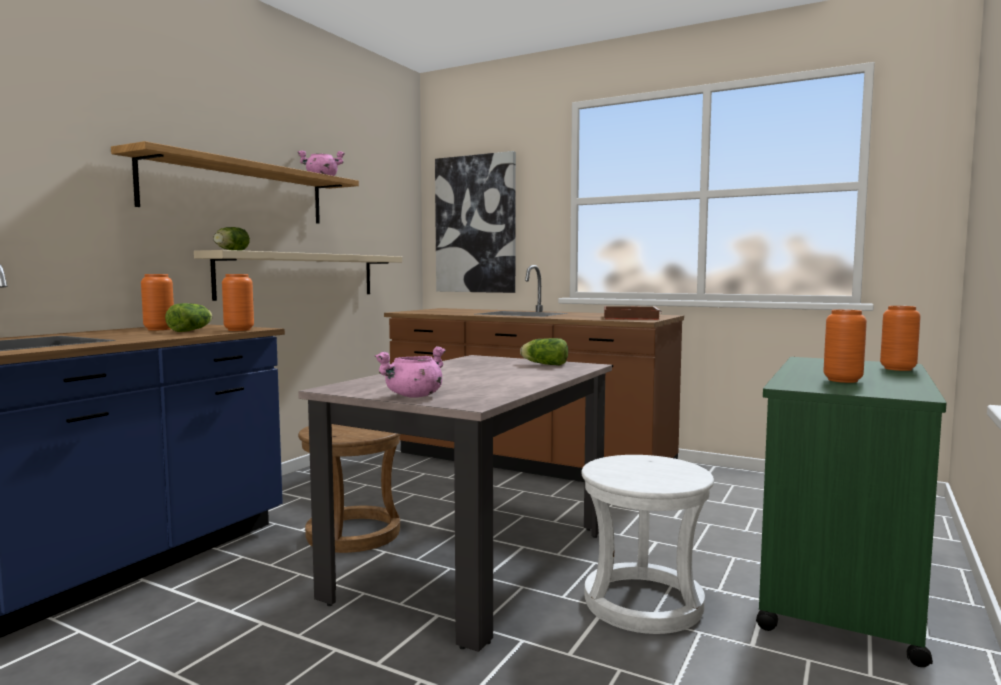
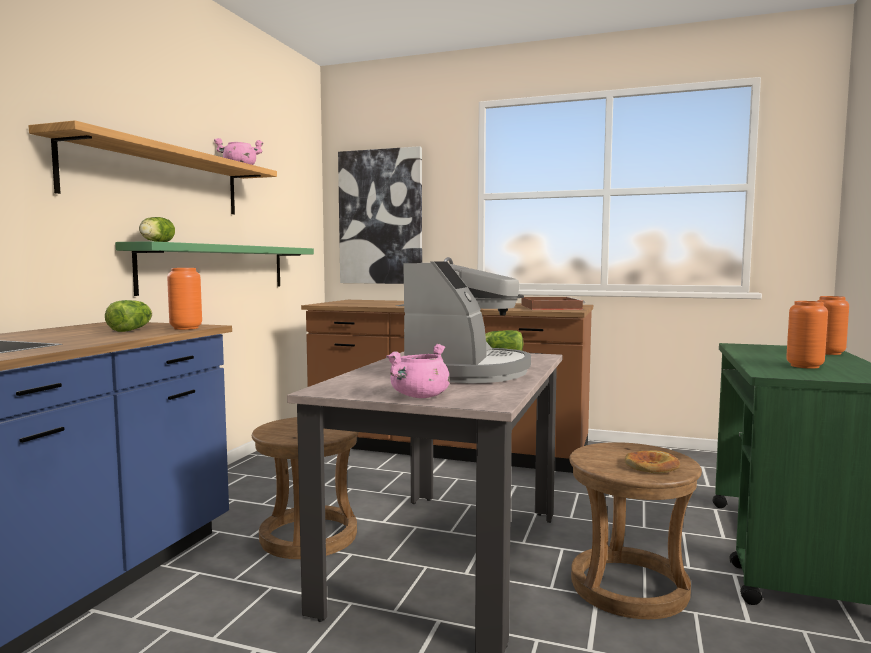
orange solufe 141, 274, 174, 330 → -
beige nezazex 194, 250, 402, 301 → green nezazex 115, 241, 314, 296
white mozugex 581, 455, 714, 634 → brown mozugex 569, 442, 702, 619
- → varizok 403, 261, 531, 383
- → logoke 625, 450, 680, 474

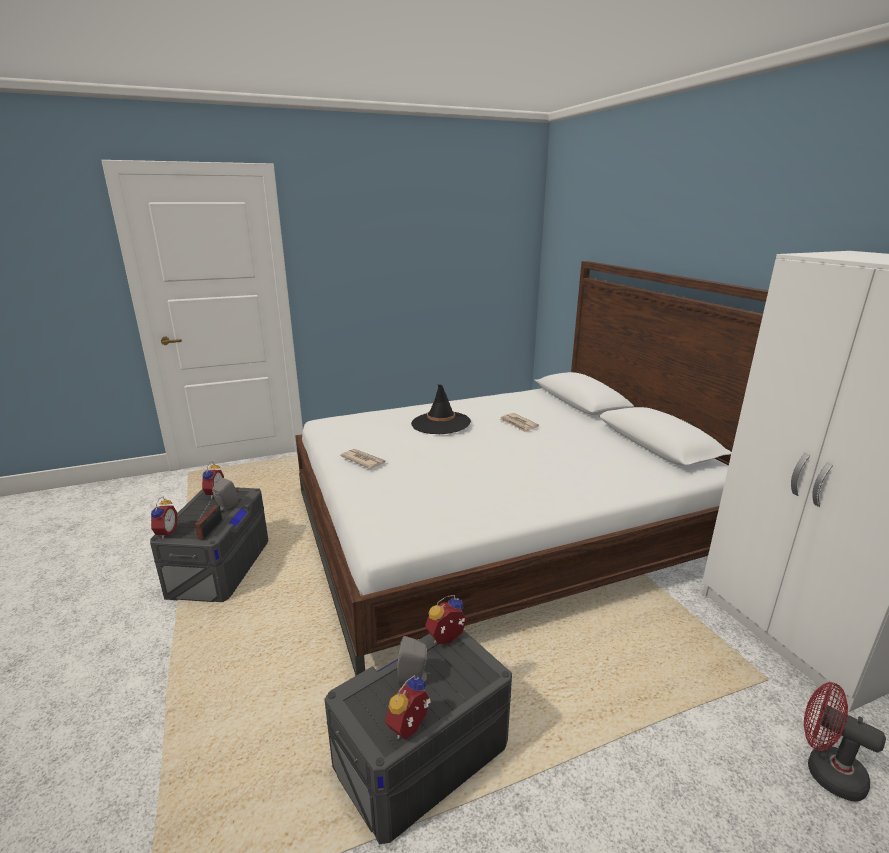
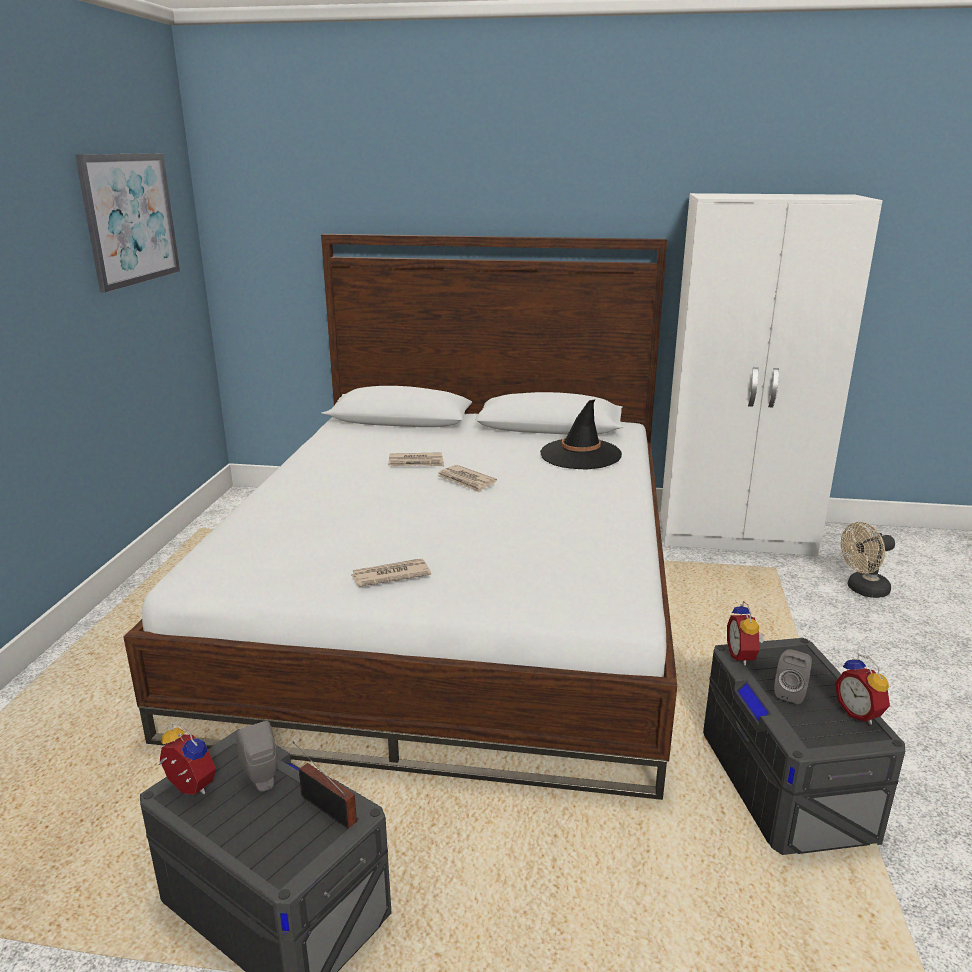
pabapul 151, 496, 177, 539 → -
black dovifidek 411, 384, 471, 434 → black dovifidek 540, 399, 622, 470, relocated
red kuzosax 804, 682, 886, 801 → beige kuzosax 841, 522, 895, 598
- → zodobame 75, 153, 180, 293
- → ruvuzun 438, 465, 497, 492

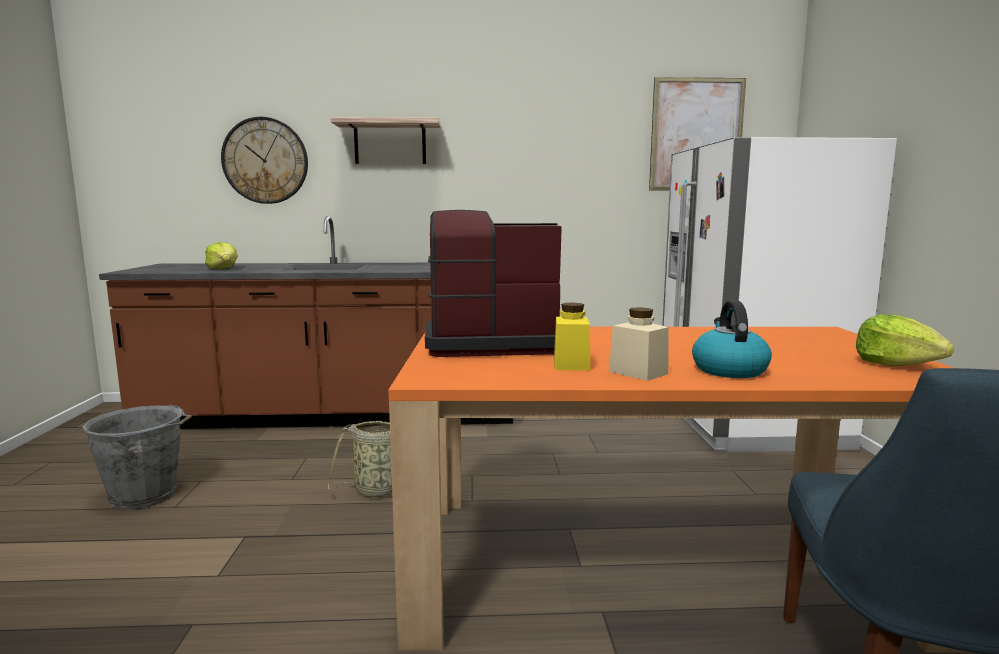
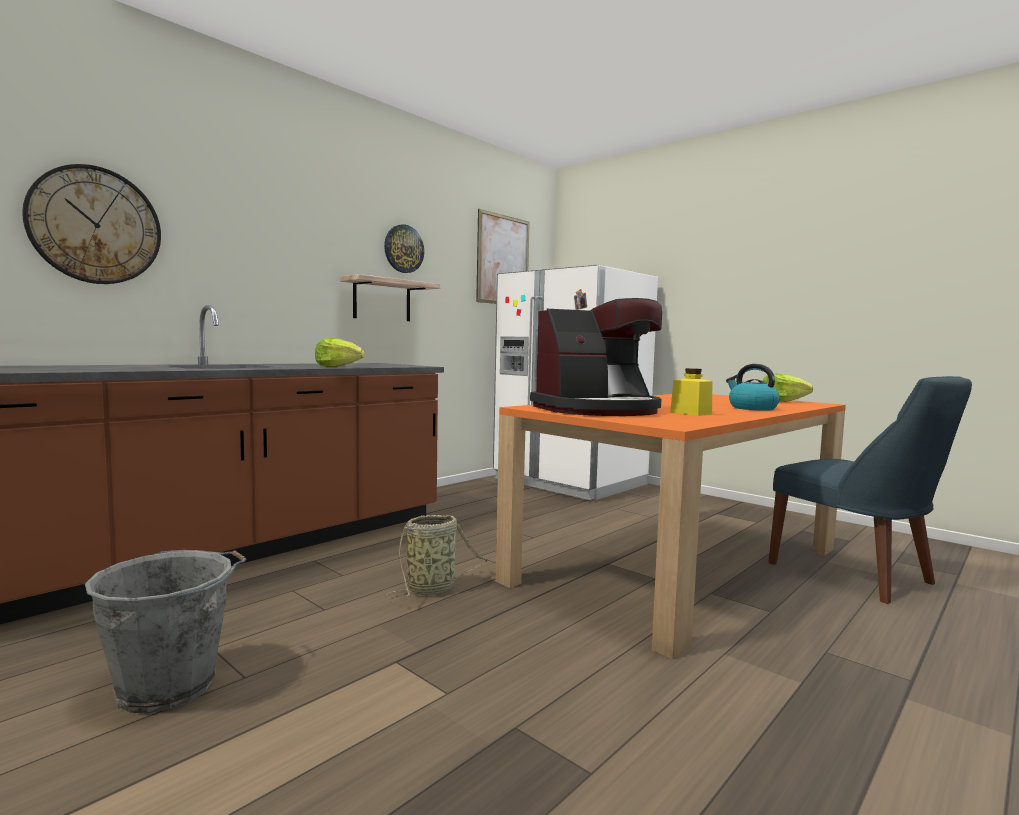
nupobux 205, 242, 238, 269 → nupobux 315, 338, 365, 367, relocated
nezazex 331, 117, 440, 164 → nezazex 340, 274, 441, 321, relocated
varizok 425, 210, 562, 357 → varizok 530, 298, 662, 416, 150 degrees counterclockwise
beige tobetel 609, 307, 668, 381 → -
- → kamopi 384, 224, 424, 273

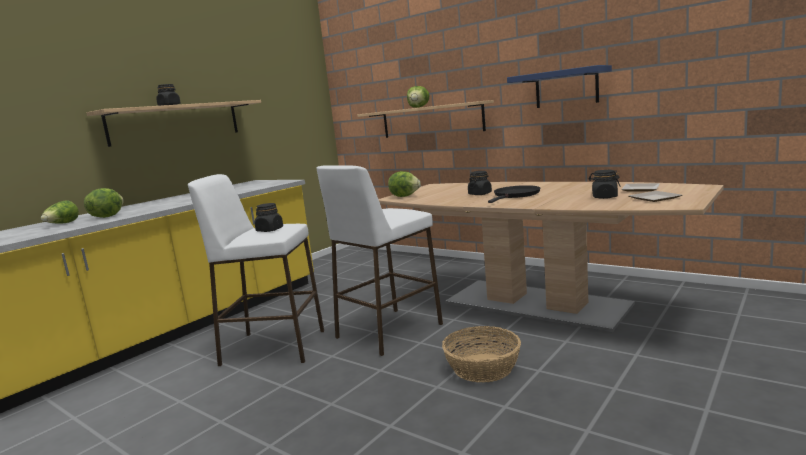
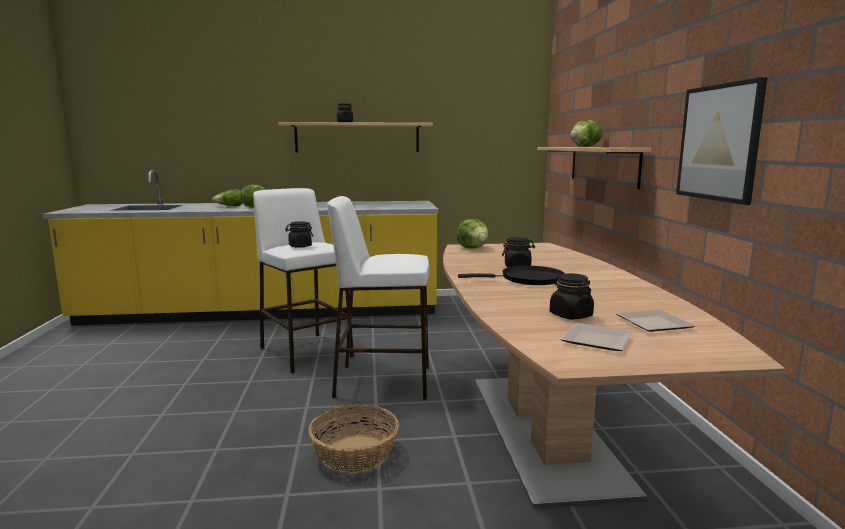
blue nezazex 507, 65, 612, 108 → zodobame 676, 77, 767, 205

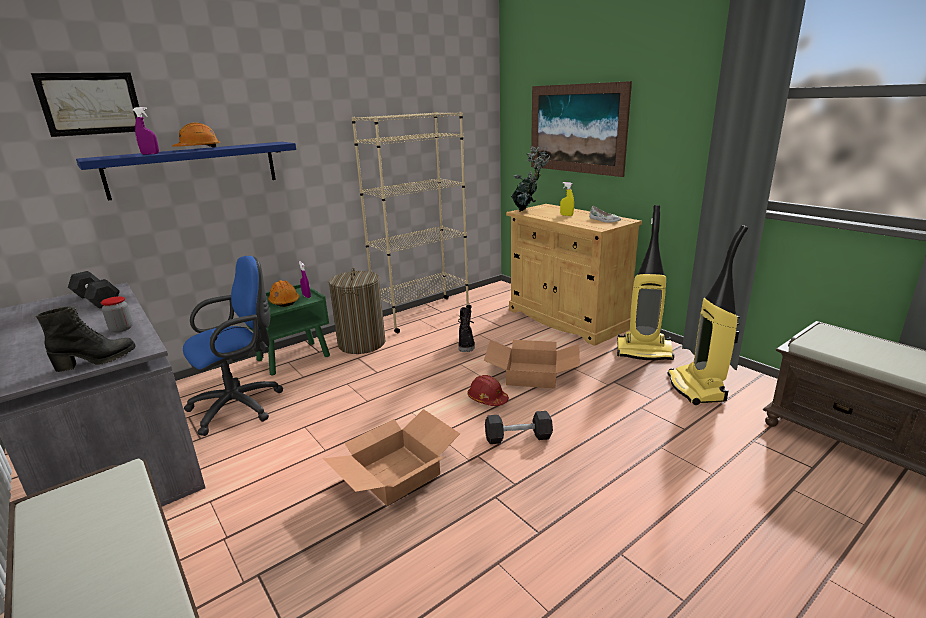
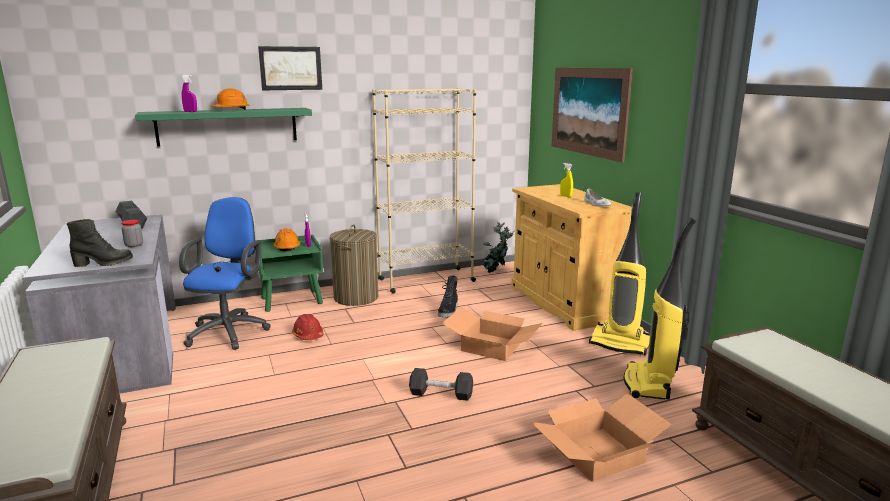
zodobame 31, 73, 139, 137 → zodobame 258, 46, 322, 90, relocated
blue nezazex 76, 142, 296, 201 → green nezazex 135, 108, 312, 147
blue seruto 183, 256, 283, 436 → blue seruto 179, 197, 270, 350, 60 degrees counterclockwise
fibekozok 323, 409, 460, 506 → fibekozok 531, 394, 672, 482, relocated
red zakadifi 467, 375, 509, 406 → red zakadifi 292, 314, 324, 340, relocated
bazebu 511, 146, 550, 212 → bazebu 482, 221, 515, 273, relocated

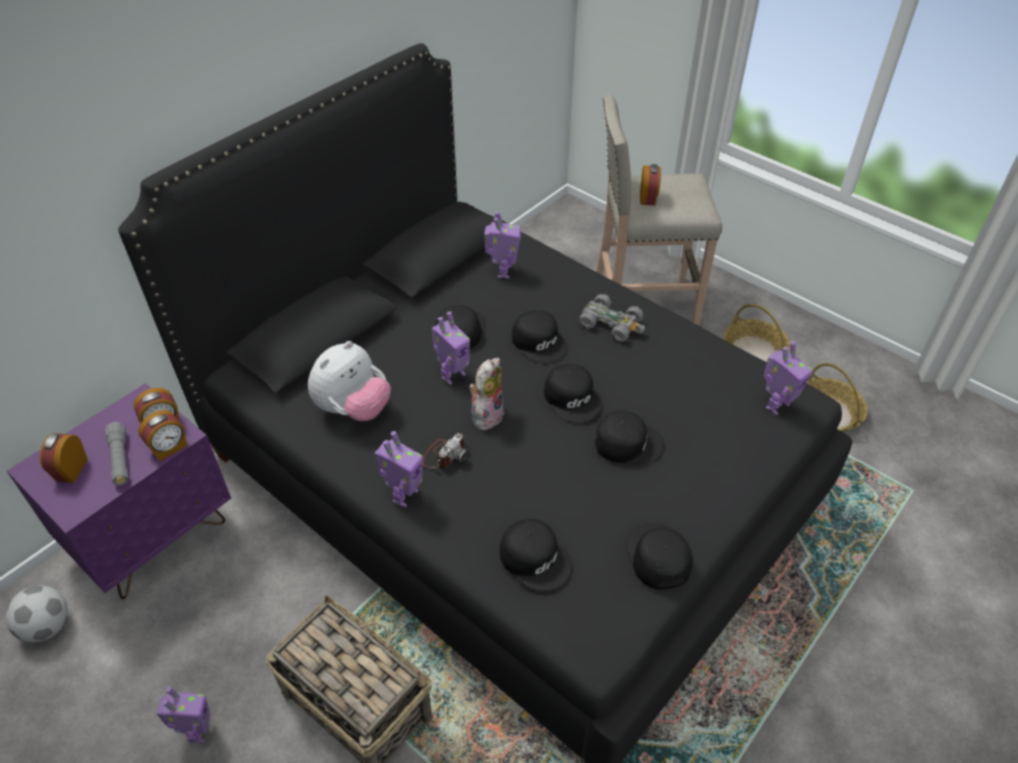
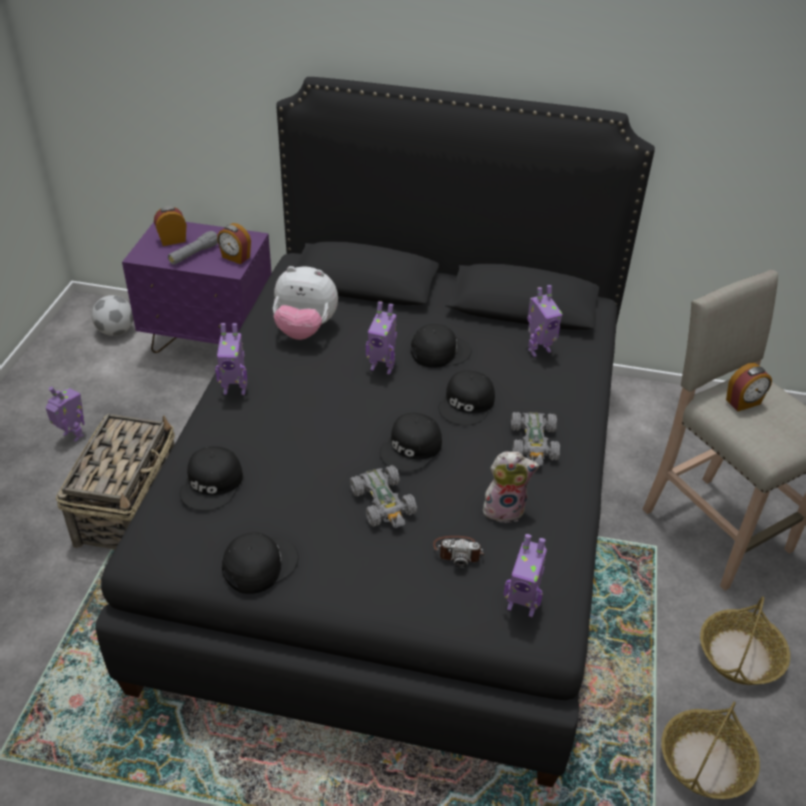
pabapul 138, 410, 187, 461 → -
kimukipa 156, 686, 211, 743 → kimukipa 46, 387, 85, 442, 120 degrees counterclockwise
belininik 423, 433, 468, 468 → belininik 433, 536, 484, 568, relocated
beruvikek 469, 358, 504, 431 → beruvikek 483, 452, 539, 523, relocated
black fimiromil 595, 410, 664, 465 → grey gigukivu 350, 465, 417, 528

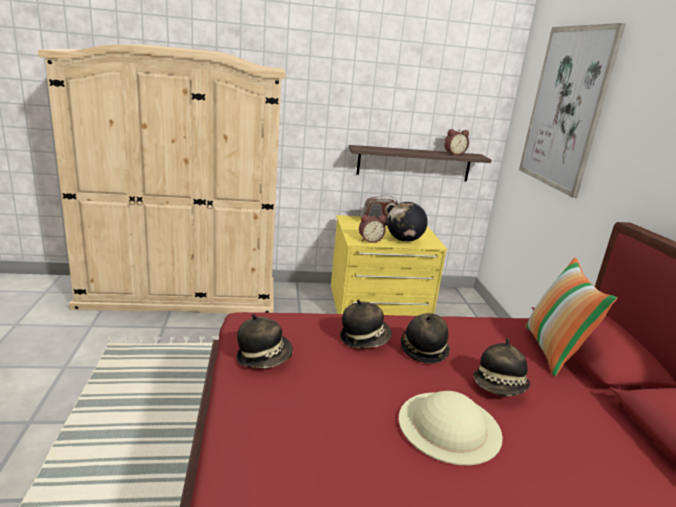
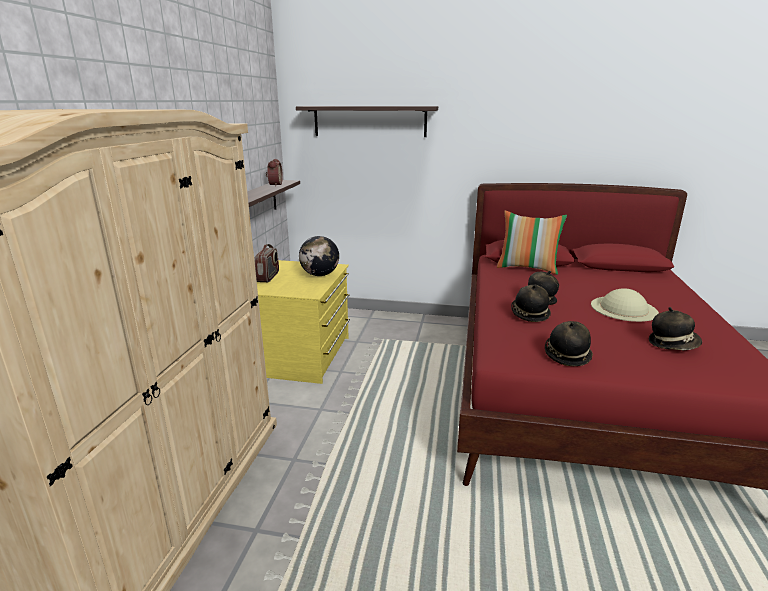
pabapul 359, 215, 386, 243 → -
dovifidek 473, 338, 531, 396 → dovifidek 649, 307, 702, 350, relocated
zodobame 519, 23, 626, 198 → nezazex 296, 106, 438, 137

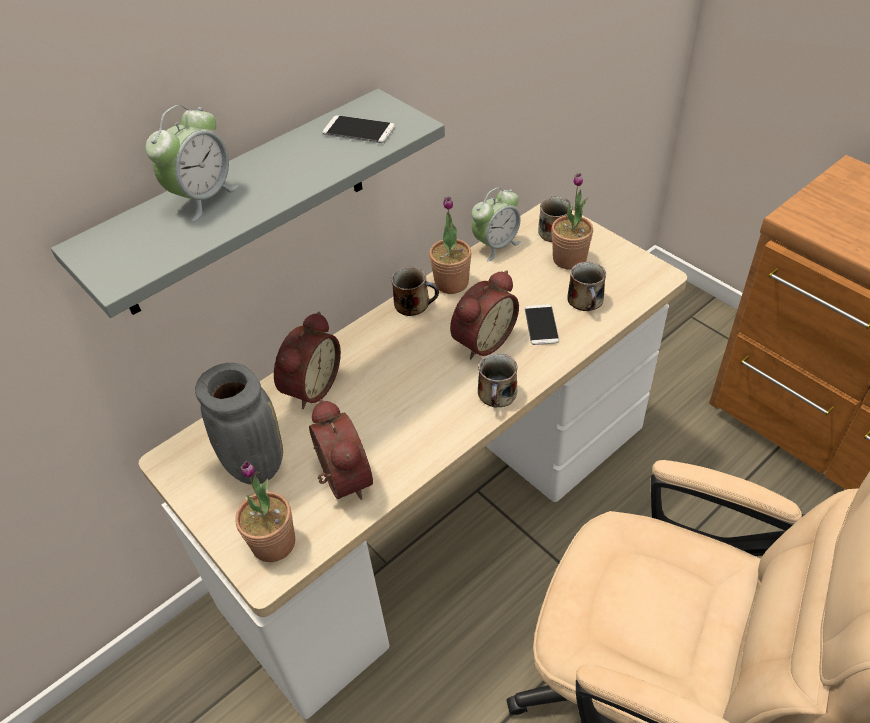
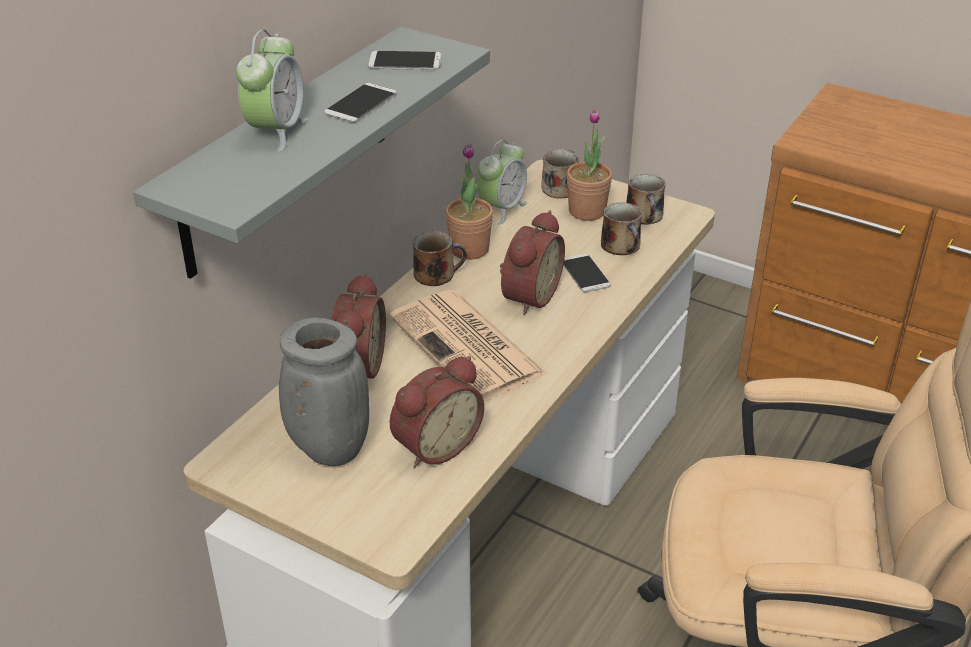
bazebu 235, 461, 295, 562 → -
pabapul 309, 399, 373, 500 → pabapul 390, 356, 484, 468, 90 degrees clockwise
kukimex 478, 353, 517, 407 → kukimex 626, 174, 665, 225, relocated
- → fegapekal 324, 83, 397, 123
- → ruvuzun 389, 290, 547, 401

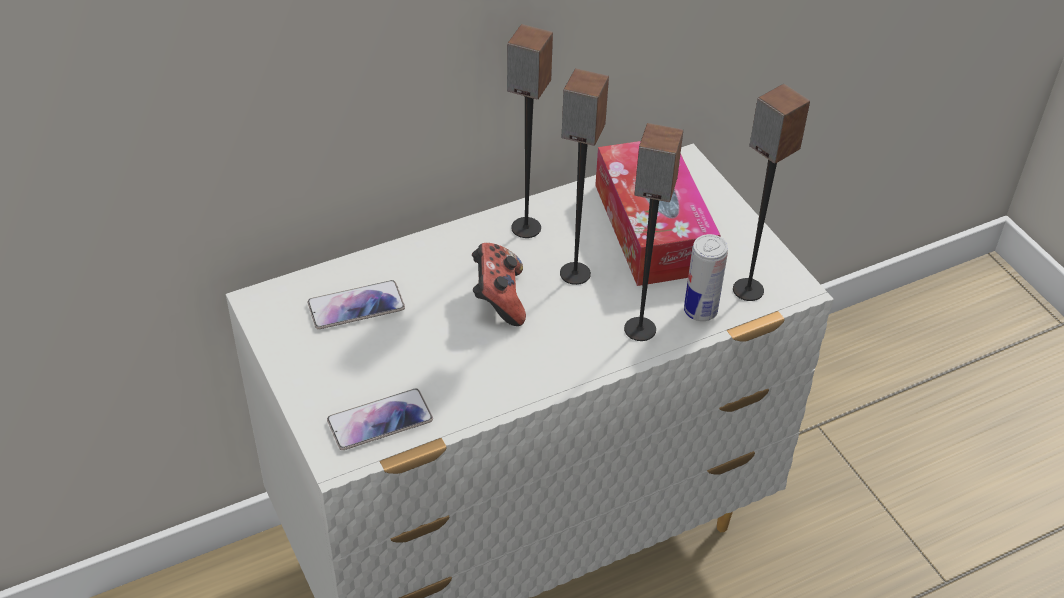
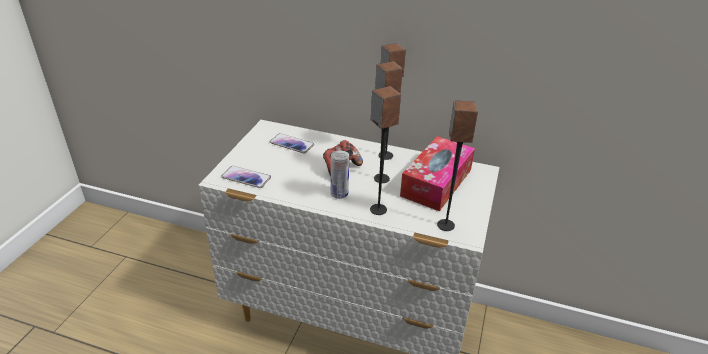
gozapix 684, 234, 728, 321 → gozapix 331, 150, 349, 199, relocated

